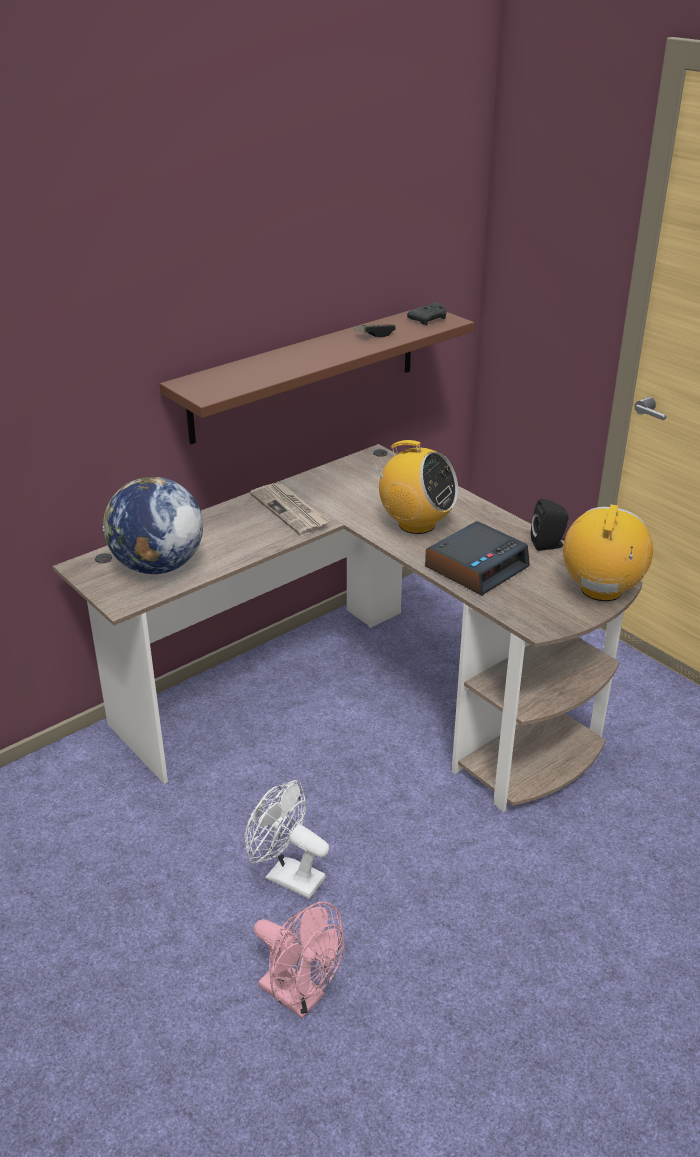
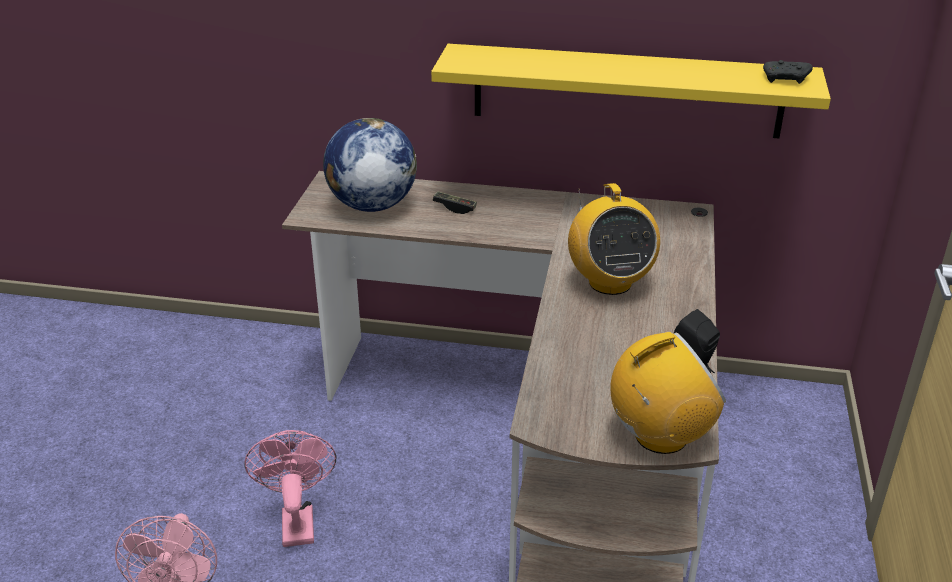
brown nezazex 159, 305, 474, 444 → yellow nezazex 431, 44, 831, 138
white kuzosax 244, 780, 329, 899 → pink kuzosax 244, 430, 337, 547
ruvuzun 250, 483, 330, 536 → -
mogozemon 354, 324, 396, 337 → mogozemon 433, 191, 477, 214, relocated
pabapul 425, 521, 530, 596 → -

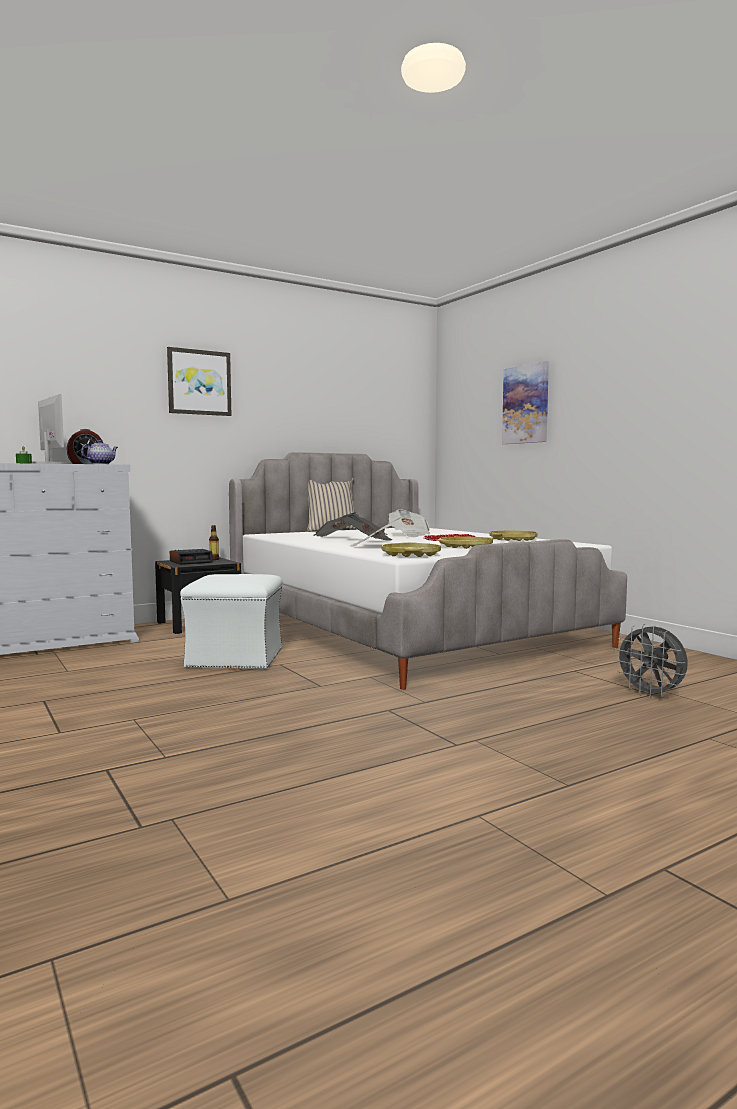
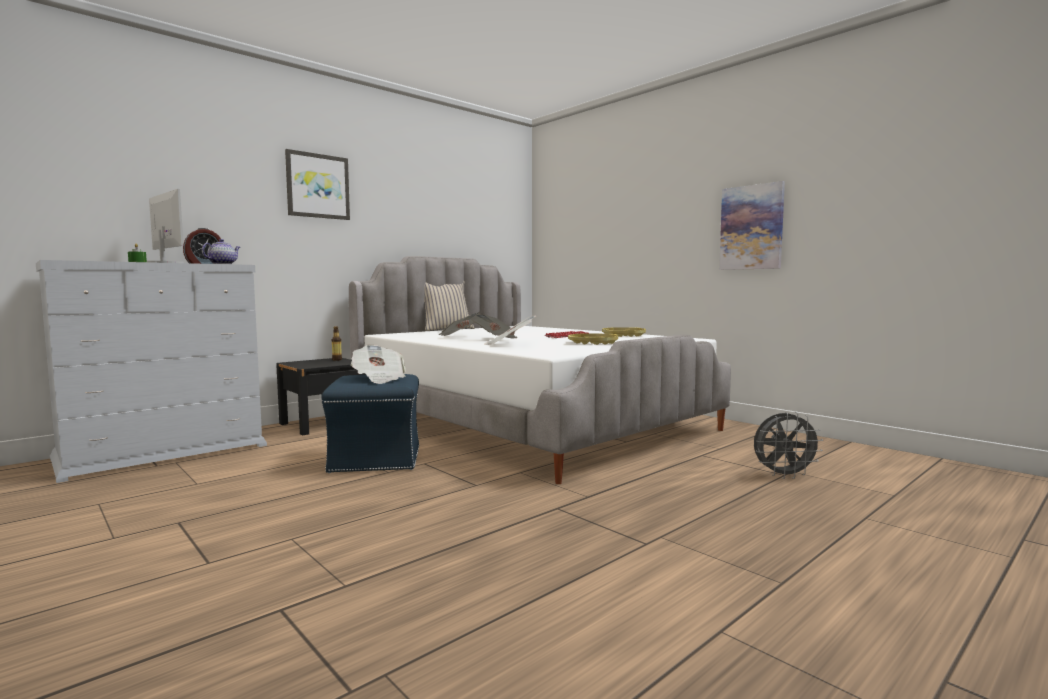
pabapul 170, 549, 213, 565 → -
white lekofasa 180, 574, 282, 669 → blue lekofasa 321, 374, 419, 473
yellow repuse 382, 542, 441, 557 → -
ruvuzun 389, 509, 430, 537 → ruvuzun 350, 345, 406, 384, relocated
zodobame 502, 361, 549, 444 → zodobame 719, 181, 785, 270, relocated
grey kuzosax 614, 624, 688, 698 → grey kuzosax 754, 412, 823, 479, 45 degrees counterclockwise

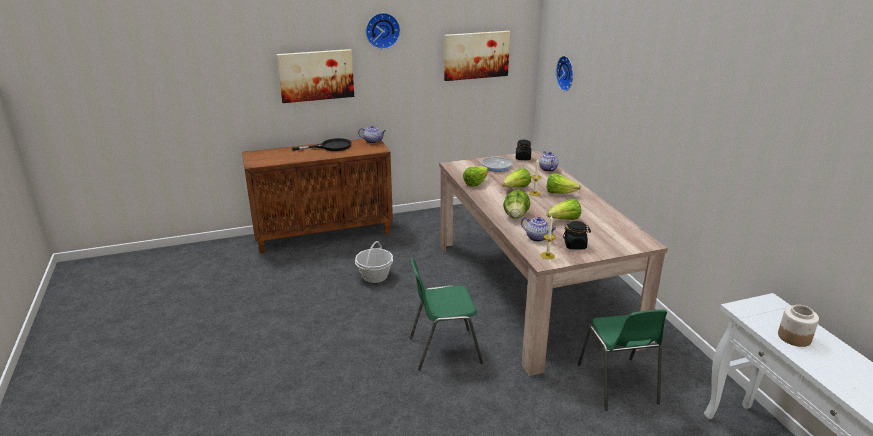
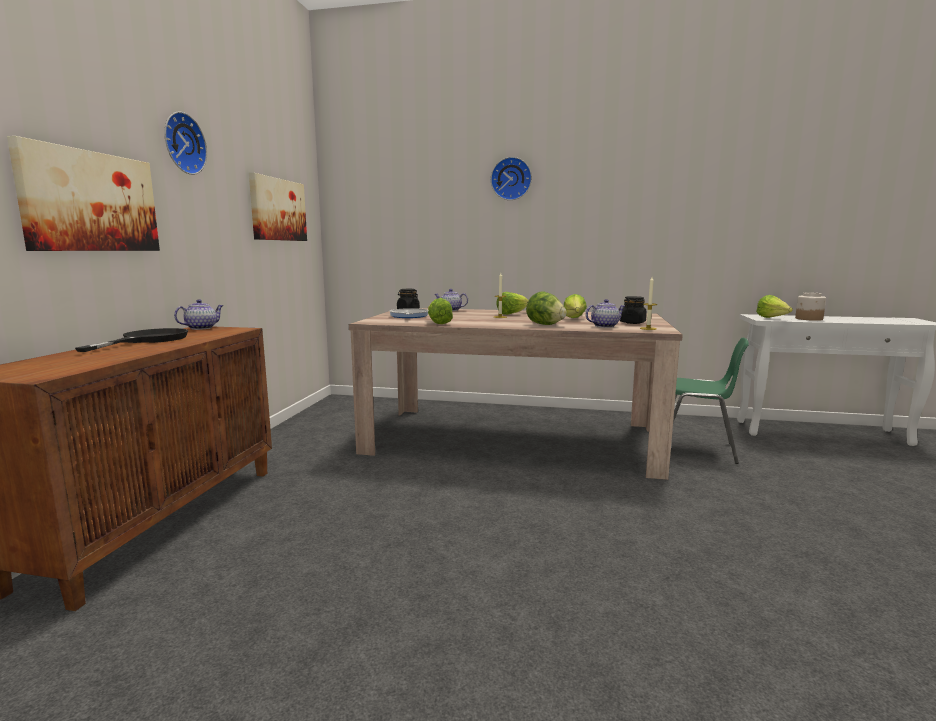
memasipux 355, 241, 393, 283 → -
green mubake 410, 258, 483, 371 → -
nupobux 503, 168, 531, 187 → nupobux 756, 295, 793, 318, relocated
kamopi 556, 56, 573, 91 → kamopi 491, 157, 532, 200, relocated

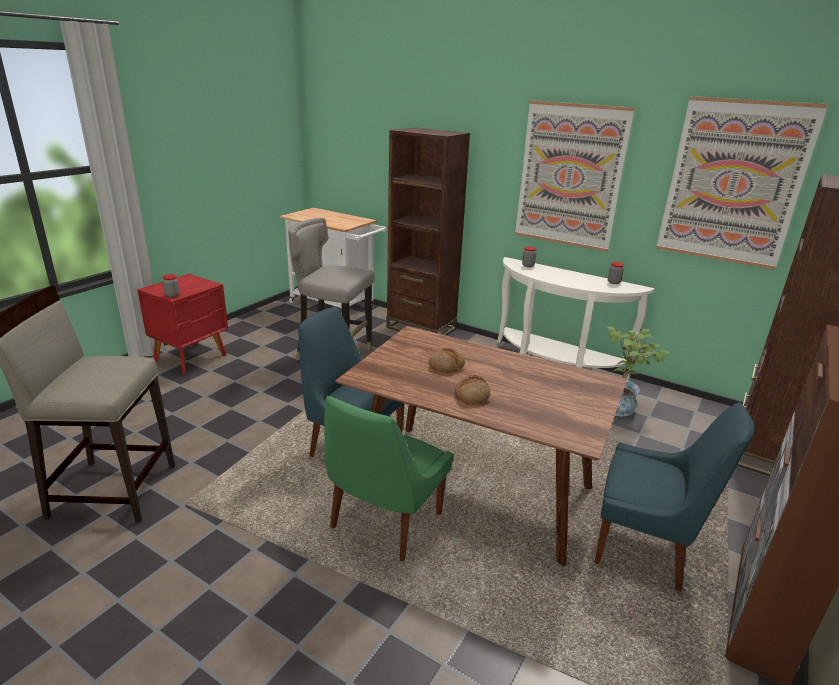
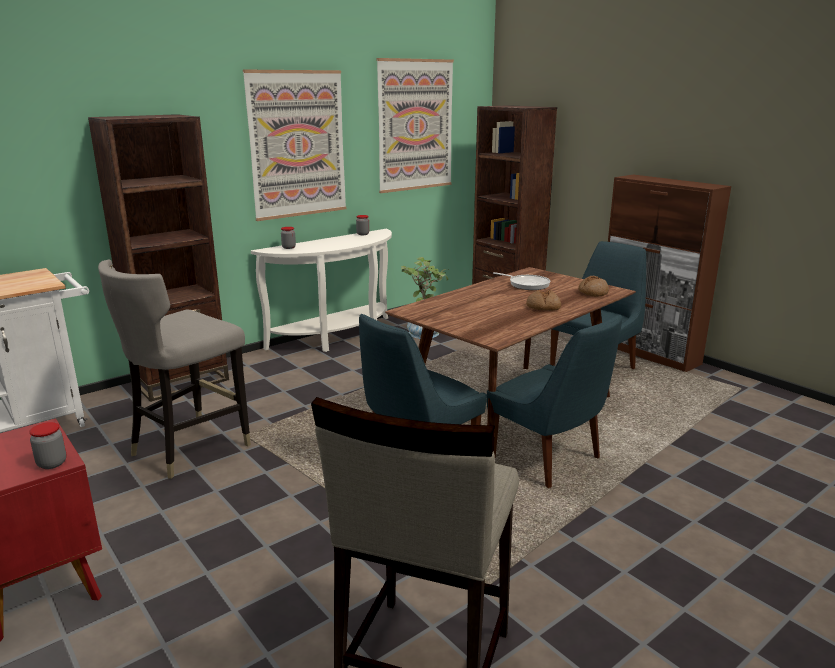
green mubake 324, 396, 453, 561 → blue mubake 487, 315, 622, 488
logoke 429, 348, 465, 373 → logoke 578, 276, 609, 297, relocated
- → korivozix 493, 272, 550, 290

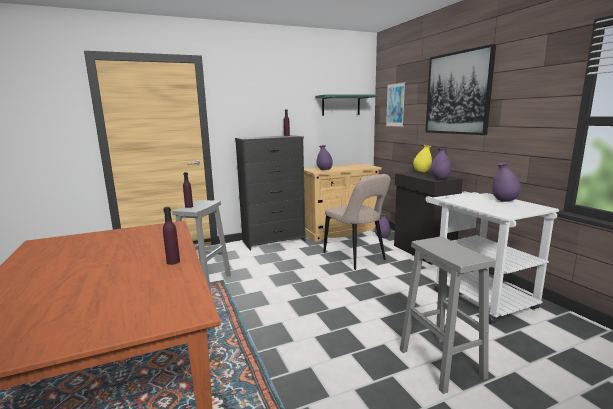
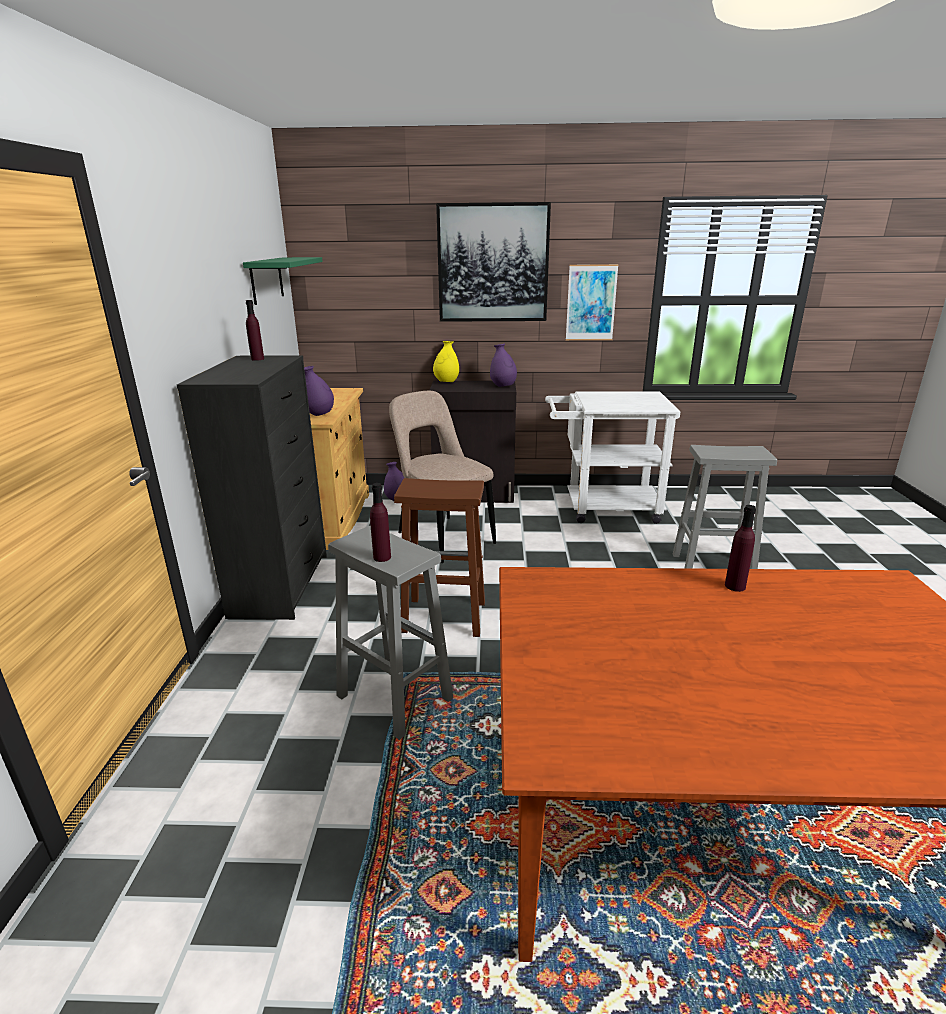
beige mubake 324, 174, 391, 270 → beige mubake 389, 391, 496, 563, 120 degrees counterclockwise
zodobame 386, 82, 405, 127 → zodobame 566, 264, 619, 340, relocated
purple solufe 492, 162, 521, 202 → -
- → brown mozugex 394, 478, 485, 637

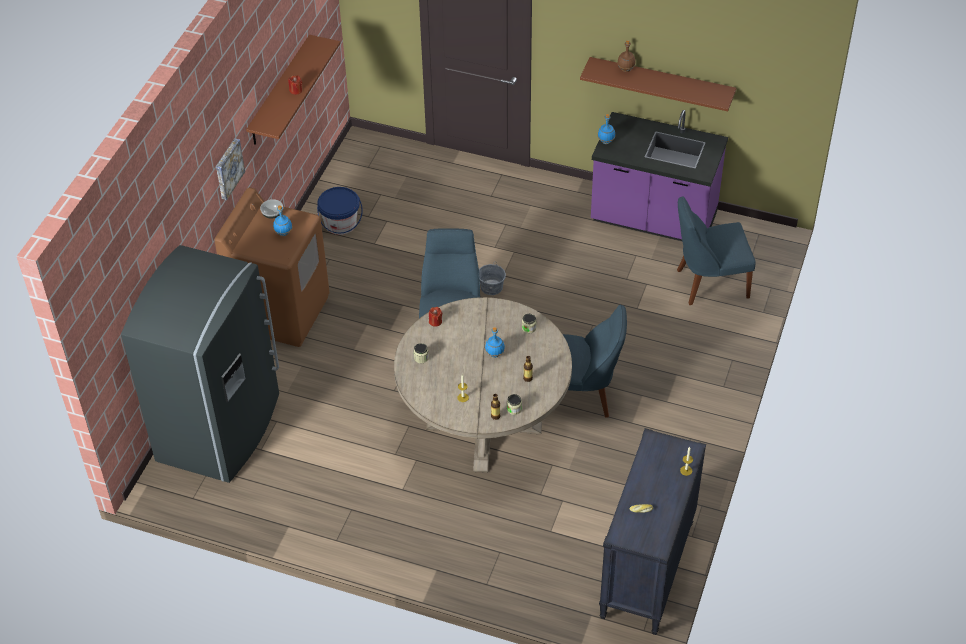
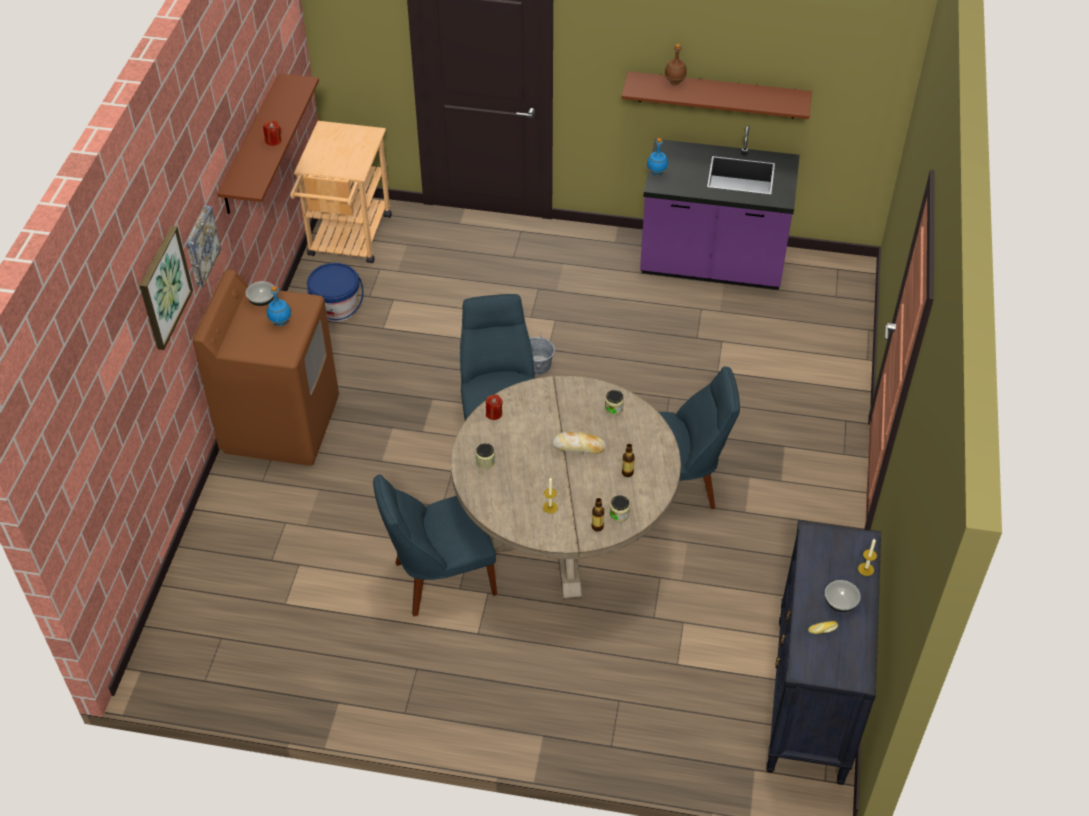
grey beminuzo 121, 245, 279, 483 → -
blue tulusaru 485, 327, 505, 358 → logoke 552, 432, 606, 454
blue mubake 677, 196, 756, 305 → blue mubake 373, 474, 497, 616, relocated
- → zodobame 140, 226, 193, 350
- → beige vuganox 290, 121, 392, 263
- → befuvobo 825, 580, 861, 612

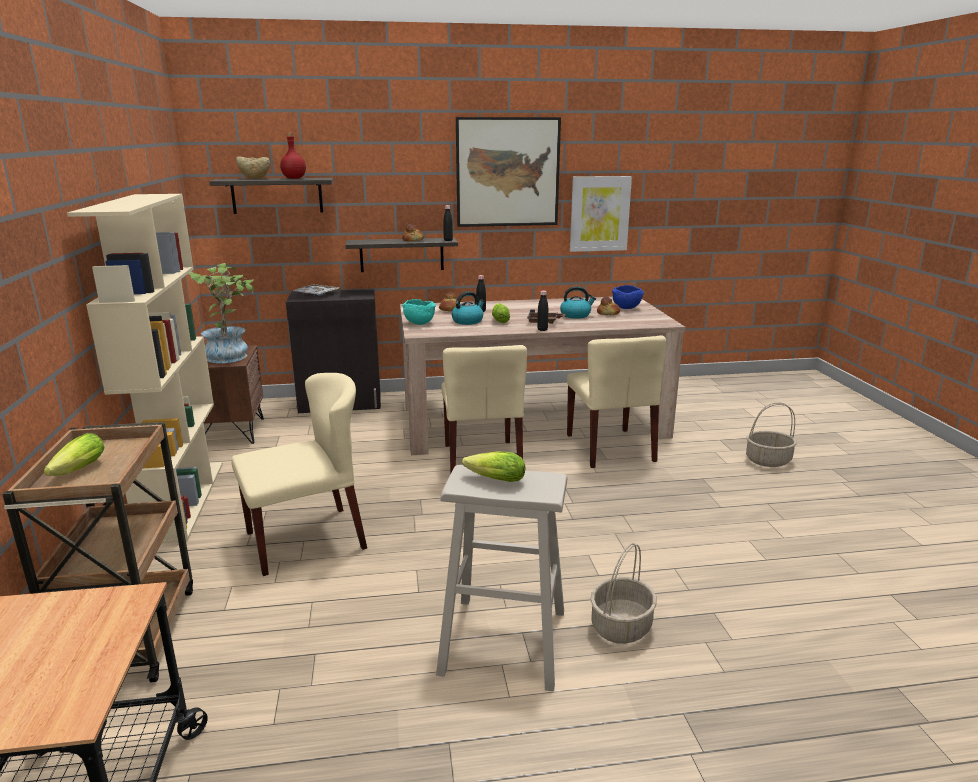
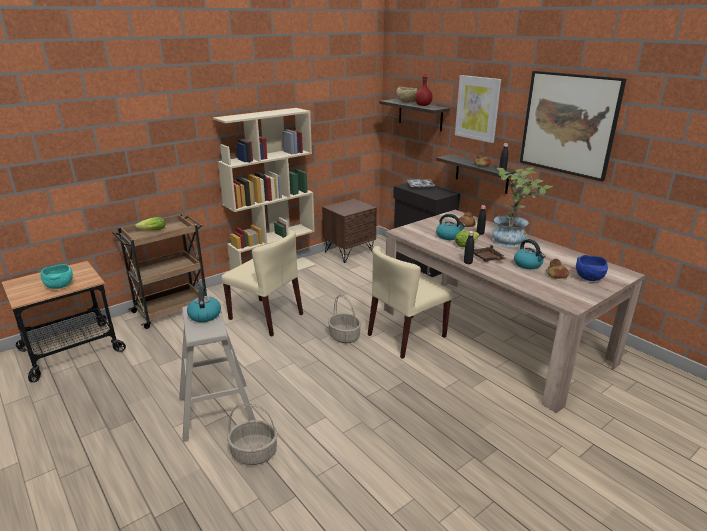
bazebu 188, 263, 254, 363 → bazebu 492, 168, 553, 247, relocated
turquoise befuvobo 402, 299, 436, 325 → turquoise befuvobo 41, 264, 73, 289, relocated
nupobux 462, 451, 525, 482 → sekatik 187, 286, 221, 322
beige mubake 567, 335, 666, 468 → -
zodobame 570, 176, 632, 252 → zodobame 455, 75, 501, 143, relocated
memasipux 746, 402, 797, 467 → memasipux 328, 294, 361, 344, relocated

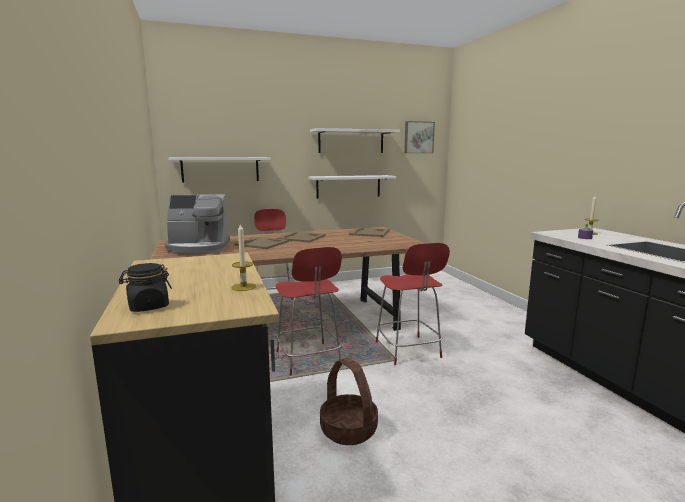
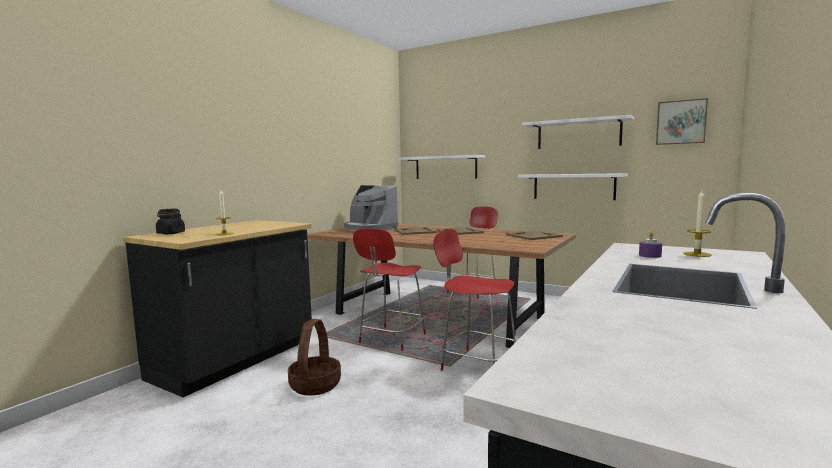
red mubake 376, 243, 450, 365 → red mubake 433, 229, 516, 371, 90 degrees clockwise

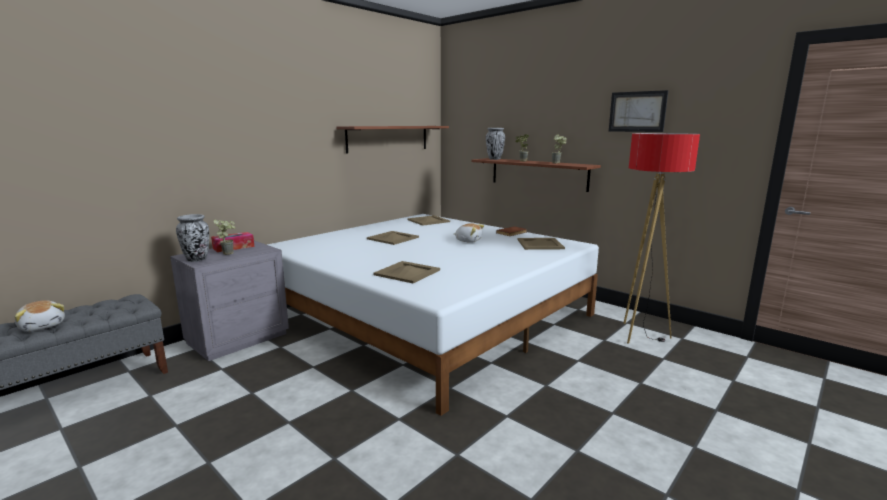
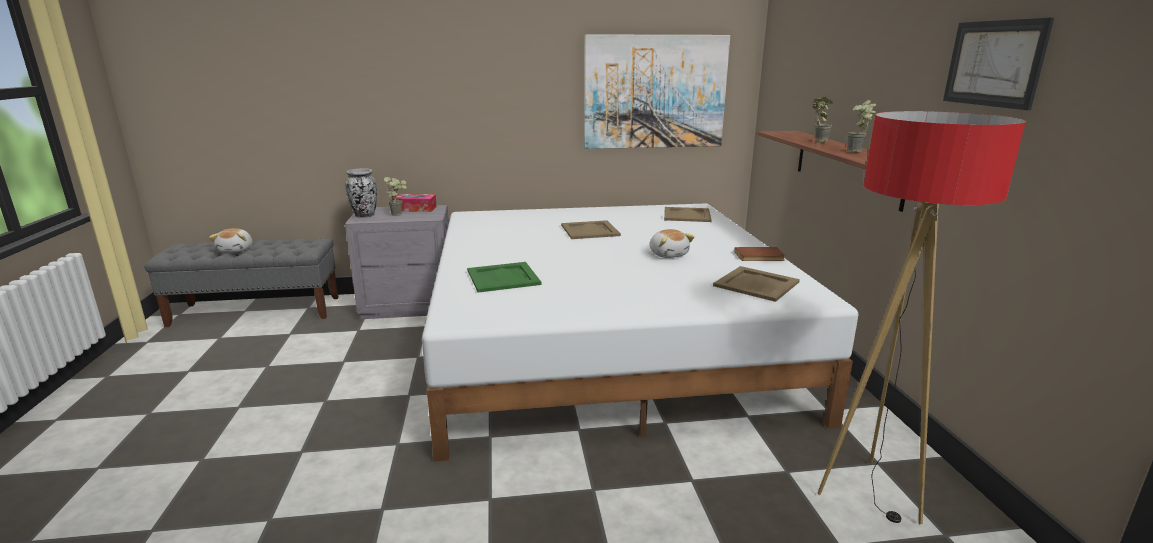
nezazex 336, 126, 449, 154 → zodobame 584, 34, 730, 149
beige repuse 373, 261, 440, 283 → green repuse 467, 262, 541, 293
solufe 486, 128, 505, 160 → -

